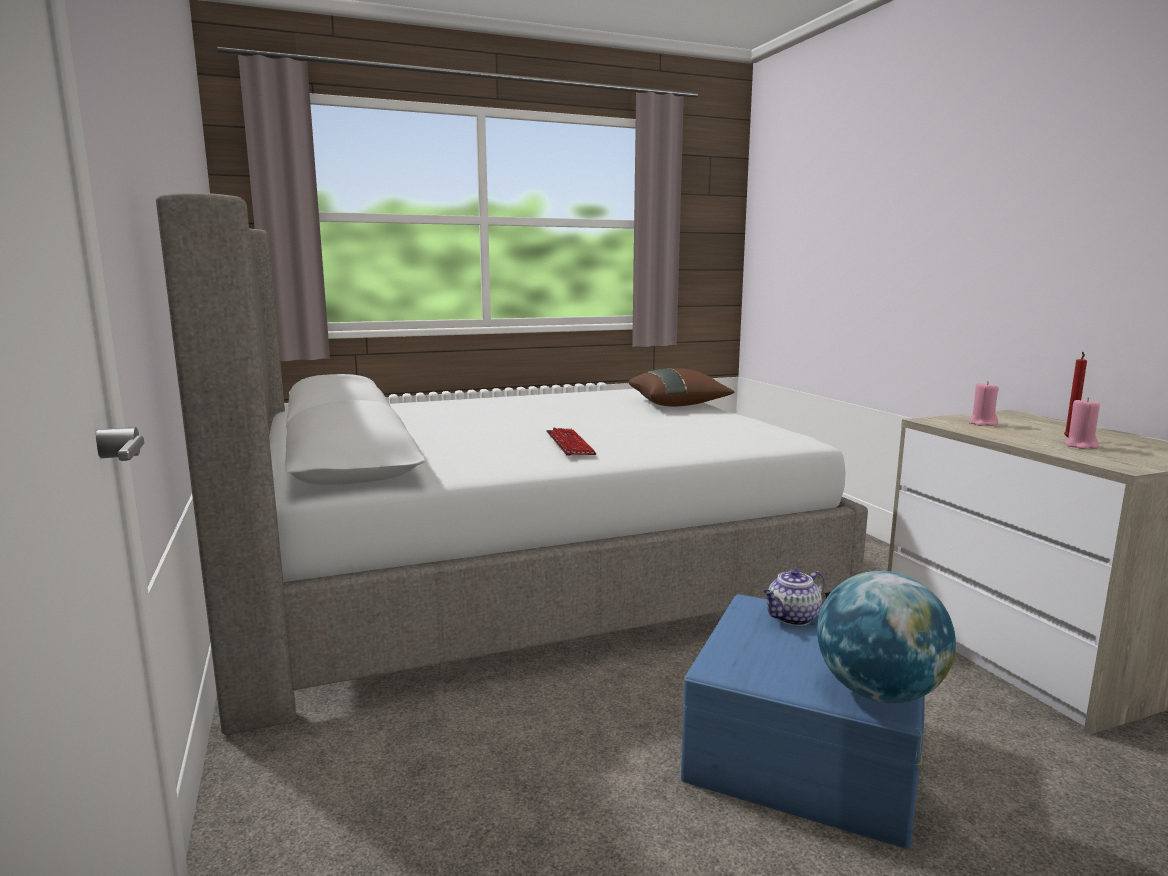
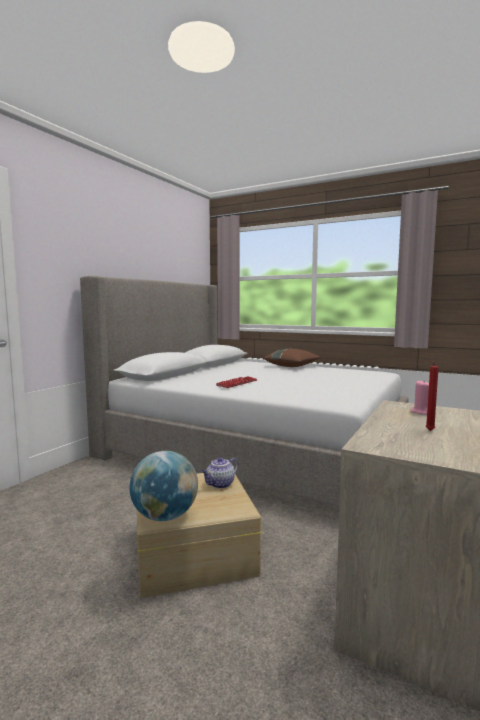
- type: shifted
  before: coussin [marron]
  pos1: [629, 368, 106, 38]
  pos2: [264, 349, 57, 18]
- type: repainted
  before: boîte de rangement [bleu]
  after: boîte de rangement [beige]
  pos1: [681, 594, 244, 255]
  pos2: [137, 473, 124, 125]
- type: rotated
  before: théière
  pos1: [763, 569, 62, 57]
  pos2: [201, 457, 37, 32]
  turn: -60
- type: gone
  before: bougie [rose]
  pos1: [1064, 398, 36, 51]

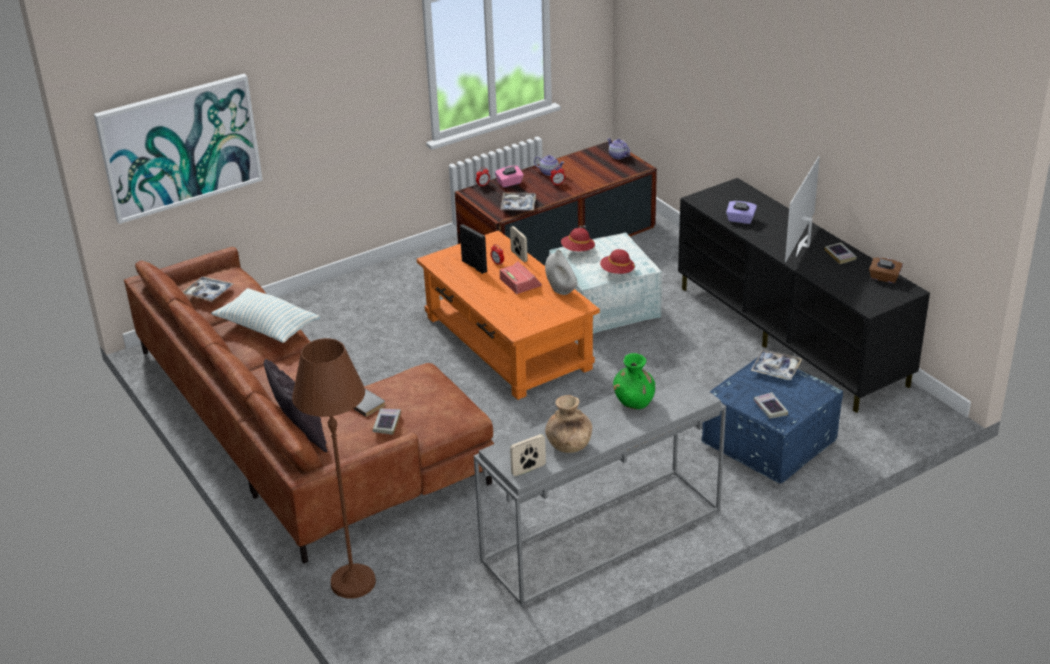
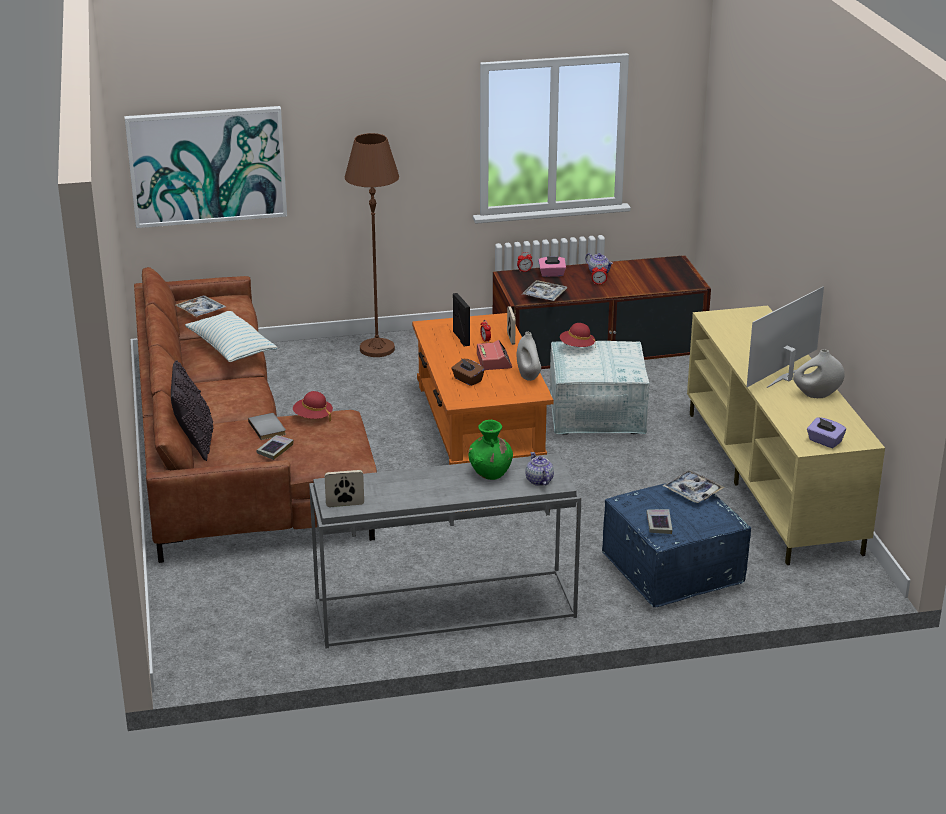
- type: shifted
  before: lampadaire [marron]
  pos1: [292, 338, 84, 261]
  pos2: [345, 133, 54, 224]
- type: gone
  before: vase [marron]
  pos1: [545, 395, 47, 58]
- type: shifted
  before: chapeau [rouge]
  pos1: [600, 249, 35, 25]
  pos2: [293, 391, 40, 31]
- type: shifted
  before: théière
  pos1: [607, 138, 23, 21]
  pos2: [525, 452, 29, 34]
- type: repainted
  before: meuble télé [noir]
  after: meuble télé [beige]
  pos1: [678, 178, 252, 235]
  pos2: [687, 306, 198, 259]
- type: shifted
  before: boîte à mouchoirs [violet]
  pos1: [726, 201, 31, 23]
  pos2: [807, 417, 39, 31]
- type: swapped
  before: livre
  after: vase [blanc]
  pos1: [825, 243, 32, 21]
  pos2: [793, 349, 52, 49]
- type: shifted
  before: boîte à mouchoirs [marron]
  pos1: [869, 257, 34, 26]
  pos2: [451, 358, 34, 28]

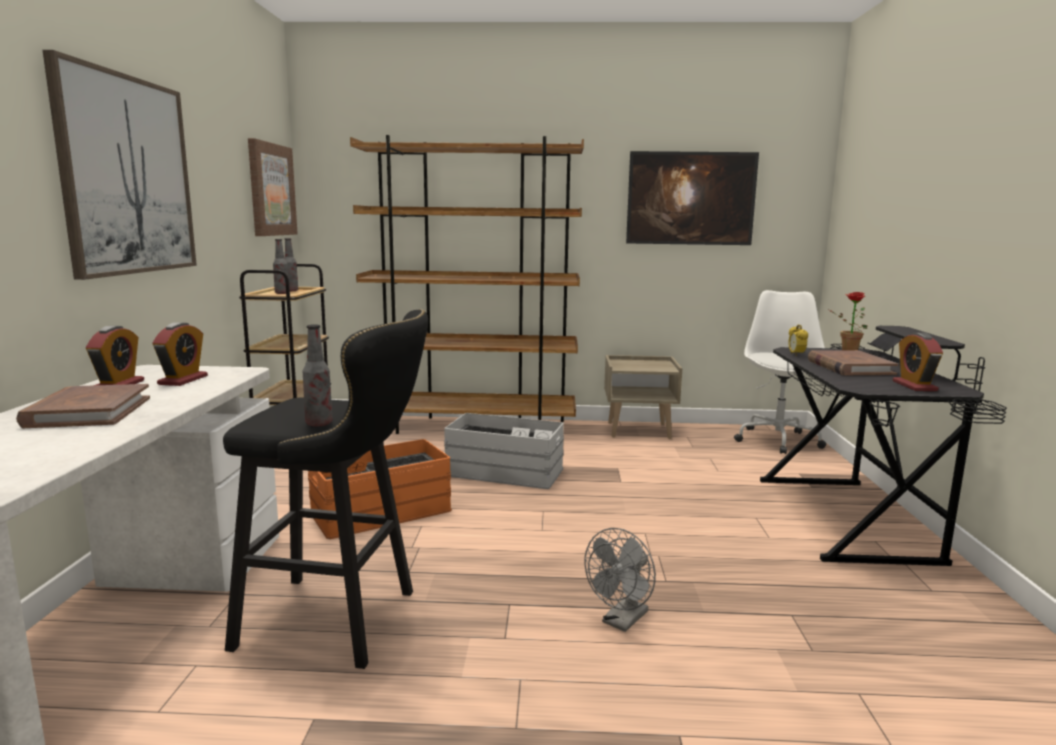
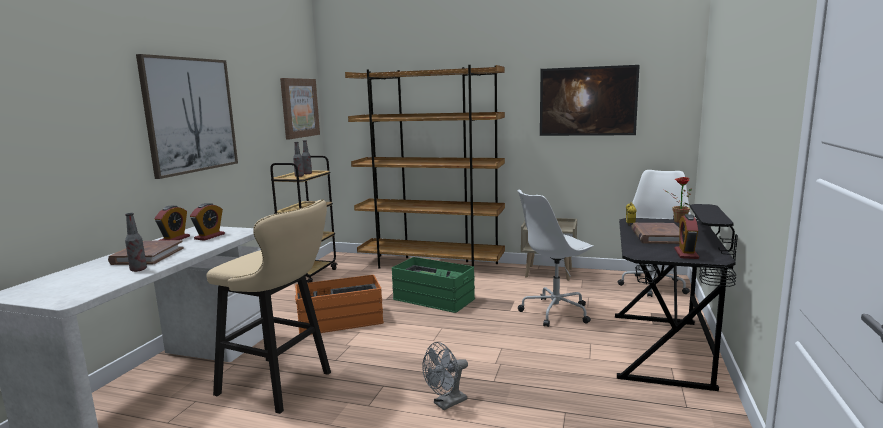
- type: repainted
  before: tabouret [noir]
  after: tabouret [beige]
  pos1: [223, 309, 205, 360]
  pos2: [206, 199, 125, 215]
- type: shifted
  before: bouteille
  pos1: [303, 324, 30, 103]
  pos2: [125, 213, 22, 59]
- type: repainted
  before: boîte de rangement [gris]
  after: boîte de rangement [vert]
  pos1: [444, 413, 120, 76]
  pos2: [392, 257, 83, 56]
- type: new
  after: chaise de bureau [blanc]
  pos2: [517, 190, 76, 137]

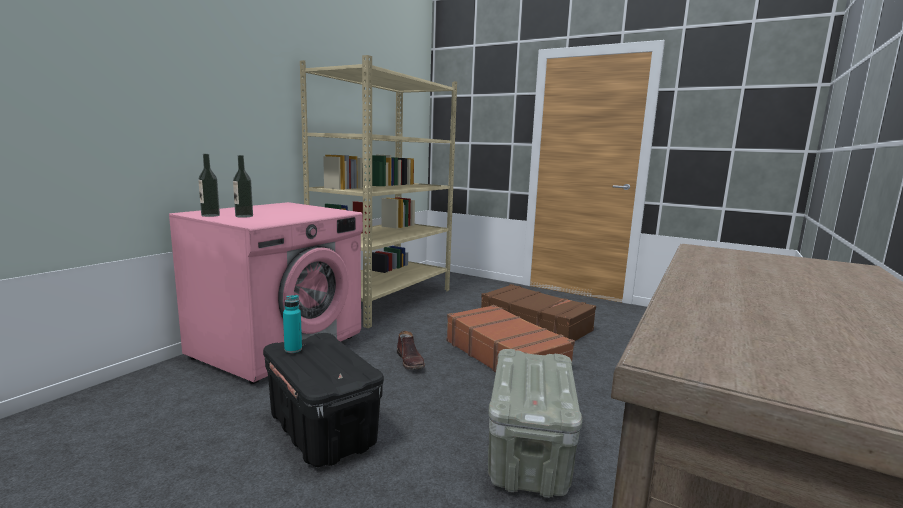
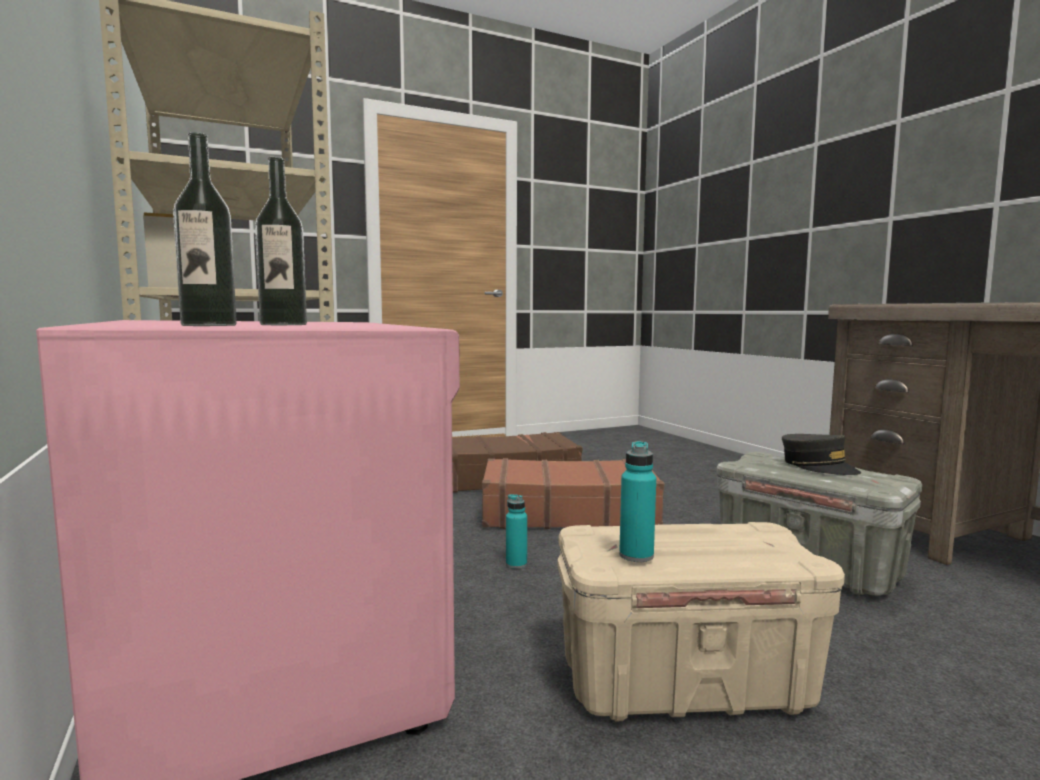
- type: repainted
  before: boîte de rangement [noir]
  after: boîte de rangement [beige]
  pos1: [263, 333, 121, 134]
  pos2: [557, 522, 288, 199]
- type: swapped
  before: botte [marron]
  after: bouteille [turquoise]
  pos1: [397, 331, 28, 38]
  pos2: [506, 494, 21, 75]
- type: new
  after: casquette [gris]
  pos2: [782, 434, 79, 41]

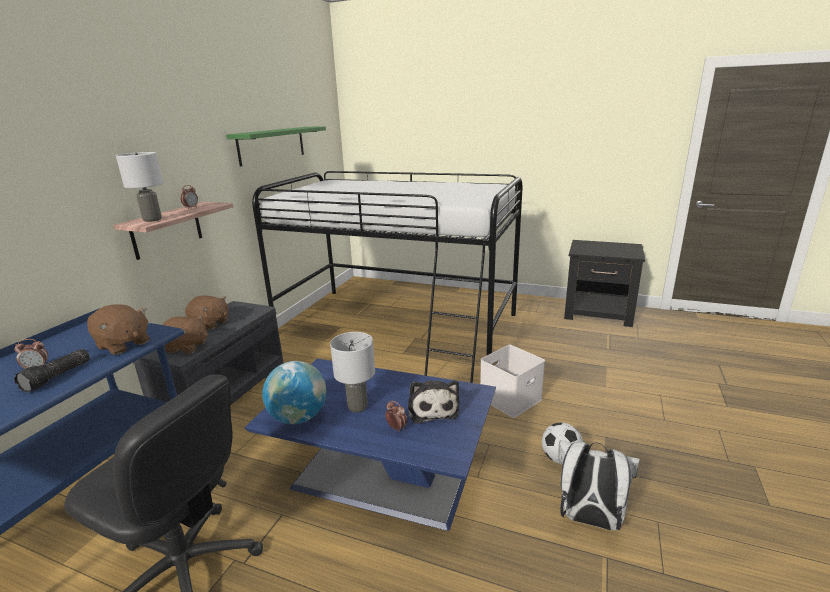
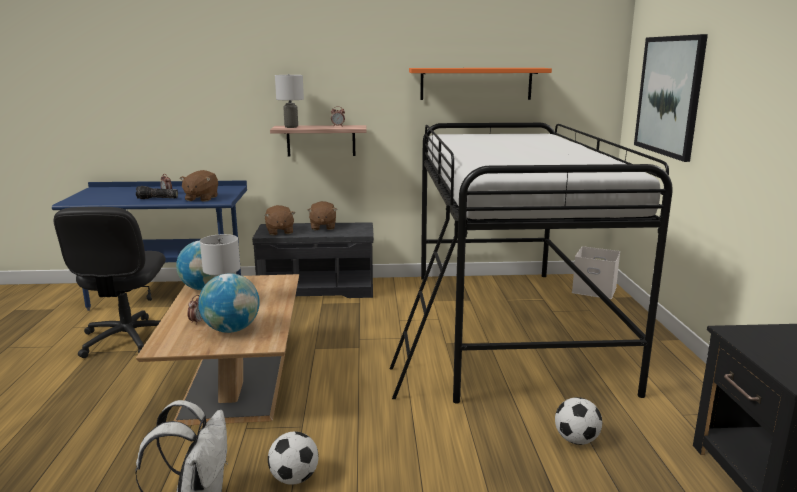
- type: repainted
  before: étagère [vert]
  after: étagère [orange]
  pos1: [226, 126, 100, 40]
  pos2: [409, 68, 143, 32]
- type: repainted
  before: table basse [bleu]
  after: table basse [marron]
  pos1: [245, 359, 251, 172]
  pos2: [136, 274, 163, 151]
- type: swapped
  before: peluche
  after: globe
  pos1: [408, 380, 51, 44]
  pos2: [198, 273, 62, 60]
- type: shifted
  before: boîte de rangement [blanc]
  pos1: [480, 345, 65, 73]
  pos2: [572, 246, 48, 53]
- type: new
  after: ballon de foot
  pos2: [555, 397, 47, 48]
- type: new
  after: tableau
  pos2: [634, 34, 74, 128]

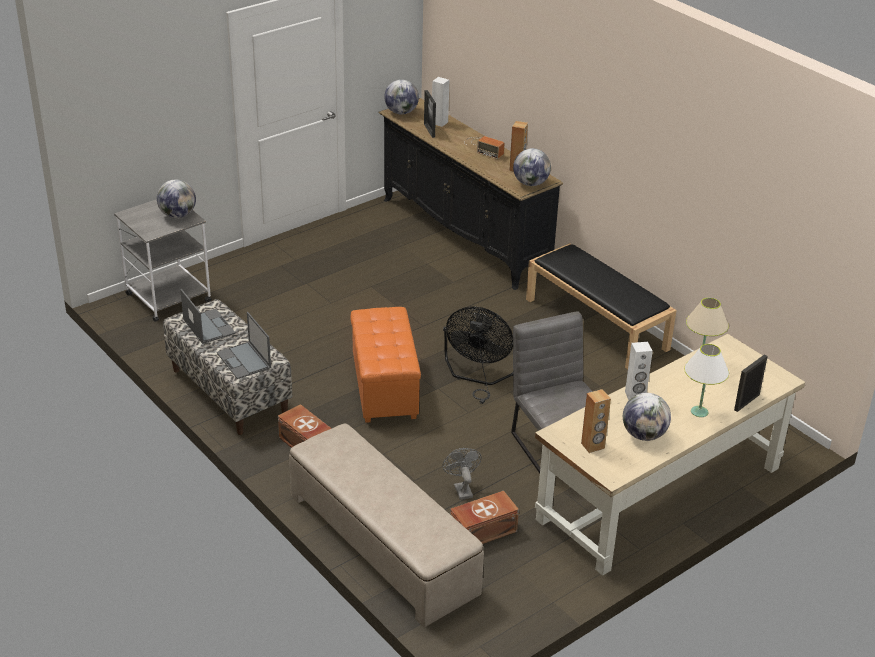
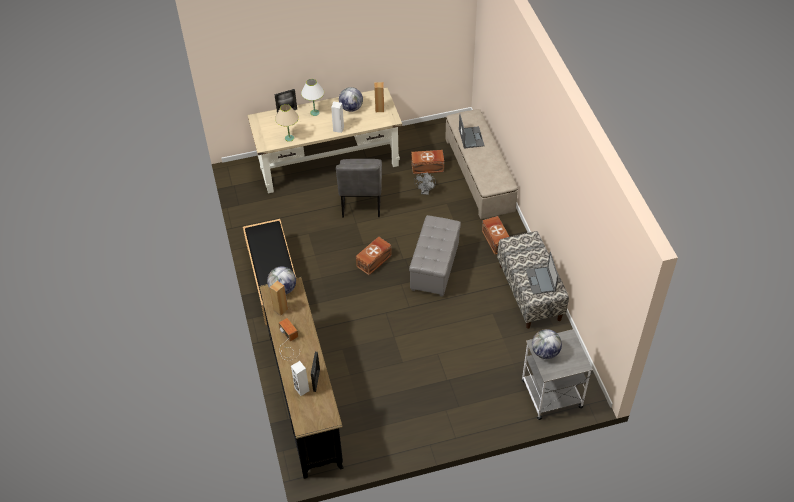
- type: shifted
  before: ordinateur portable
  pos1: [217, 312, 54, 67]
  pos2: [459, 114, 26, 35]
- type: repainted
  before: pouf [orange]
  after: pouf [gris]
  pos1: [350, 307, 71, 116]
  pos2: [409, 215, 52, 82]
- type: gone
  before: globe
  pos1: [384, 79, 35, 35]
- type: swapped
  before: ventilateur [noir]
  after: boîte de rangement [marron]
  pos1: [443, 307, 70, 97]
  pos2: [356, 237, 36, 38]

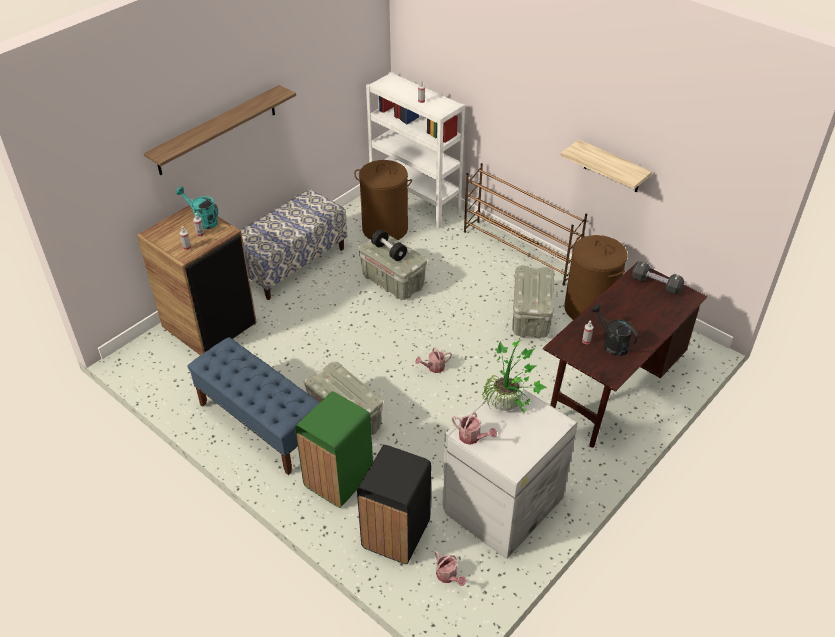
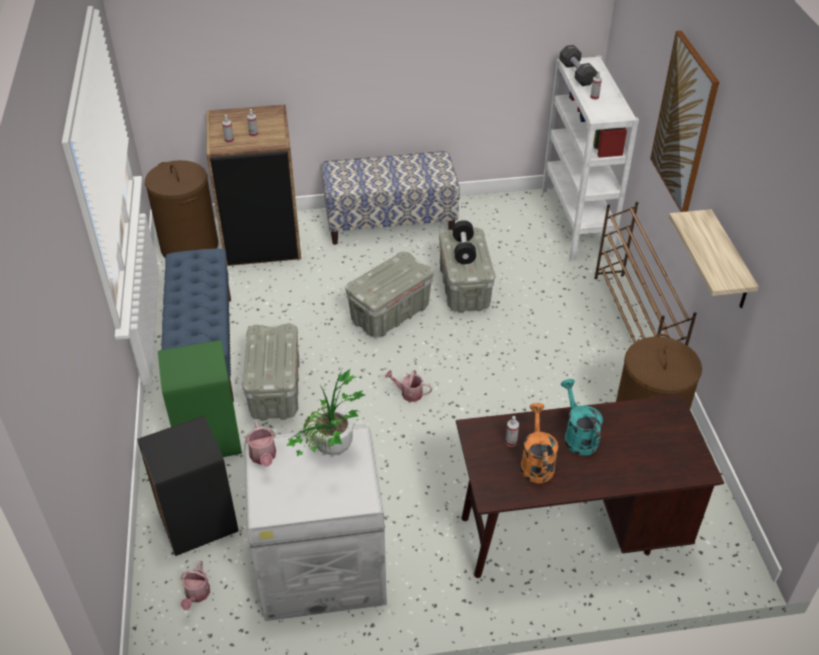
- type: gone
  before: étagère
  pos1: [144, 85, 152, 90]
- type: shifted
  before: arrosoir [turquoise]
  pos1: [176, 186, 42, 43]
  pos2: [561, 379, 42, 77]
- type: shifted
  before: panier à linge [marron]
  pos1: [354, 160, 58, 80]
  pos2: [145, 160, 73, 98]
- type: shifted
  before: boîte de rangement [gris]
  pos1: [512, 265, 43, 74]
  pos2: [345, 251, 88, 87]
- type: repainted
  before: arrosoir [noir]
  after: arrosoir [orange]
  pos1: [591, 304, 47, 52]
  pos2: [520, 403, 38, 80]
- type: shifted
  before: haltère [noir]
  pos1: [632, 261, 52, 34]
  pos2: [559, 45, 38, 41]
- type: new
  after: tableau
  pos2: [650, 31, 69, 181]

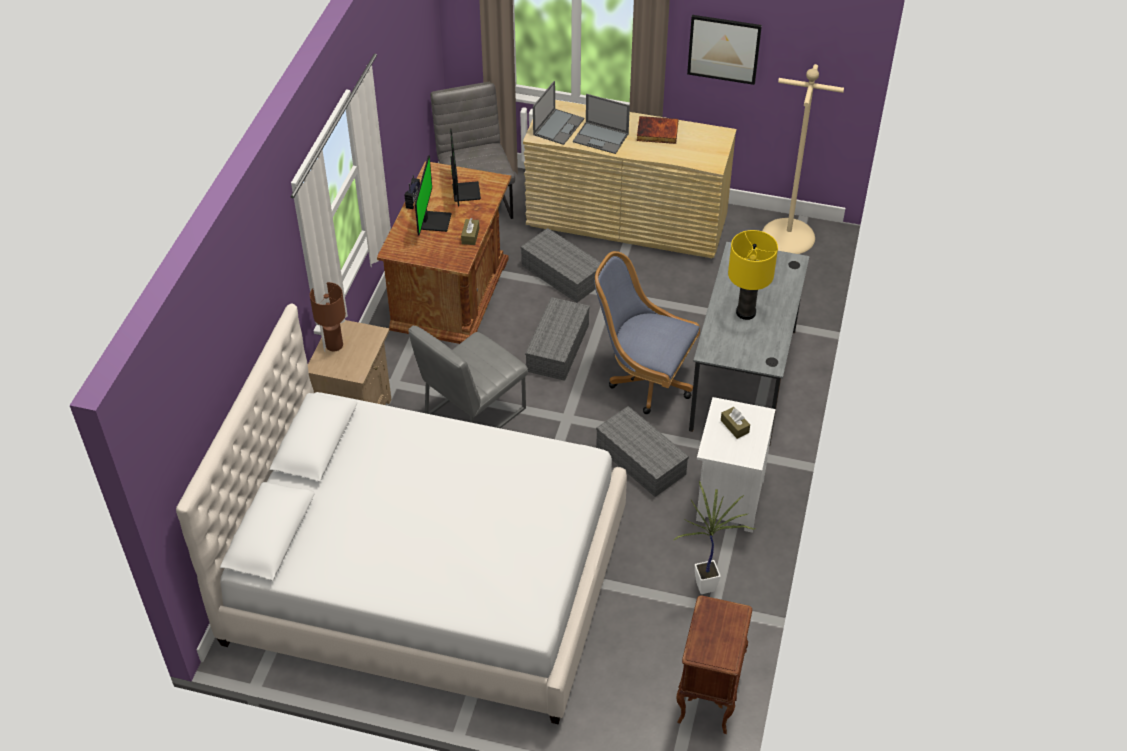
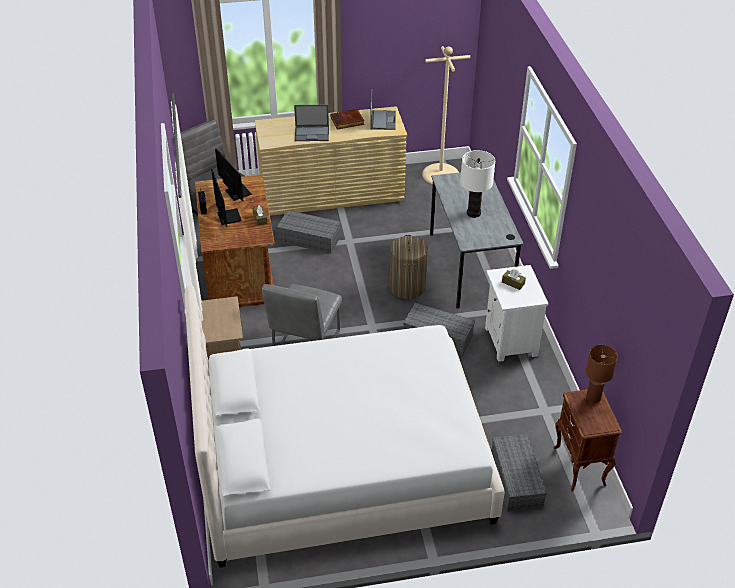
- type: shifted
  before: lampe de table [marron]
  pos1: [310, 282, 36, 70]
  pos2: [586, 345, 32, 58]
- type: shifted
  before: boîte de rangement [gris]
  pos1: [525, 297, 65, 84]
  pos2: [491, 434, 56, 78]
- type: shifted
  before: ordinateur portable
  pos1: [533, 81, 51, 64]
  pos2: [371, 89, 25, 41]
- type: swapped
  before: chaise de bureau [bleu]
  after: panier à linge
  pos1: [595, 251, 105, 163]
  pos2: [390, 235, 38, 64]
- type: gone
  before: plante en pot
  pos1: [673, 480, 83, 114]
- type: gone
  before: tableau
  pos1: [687, 15, 75, 70]
- type: repainted
  before: lampe de table [jaune]
  after: lampe de table [blanc]
  pos1: [728, 230, 50, 90]
  pos2: [460, 150, 35, 68]

